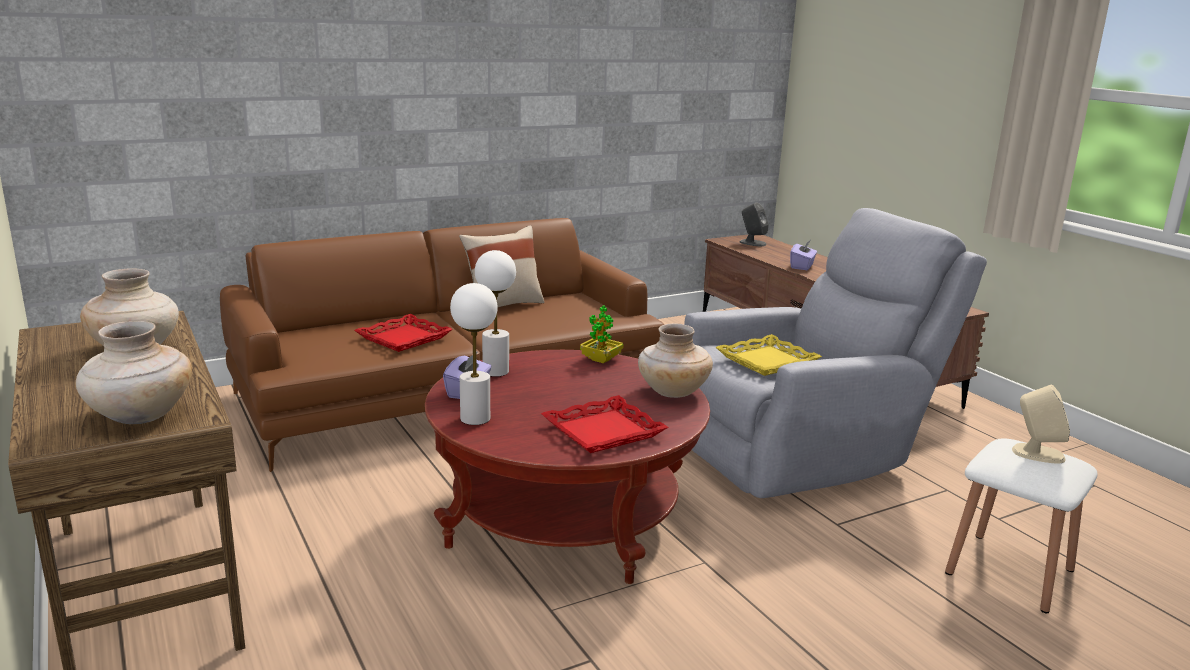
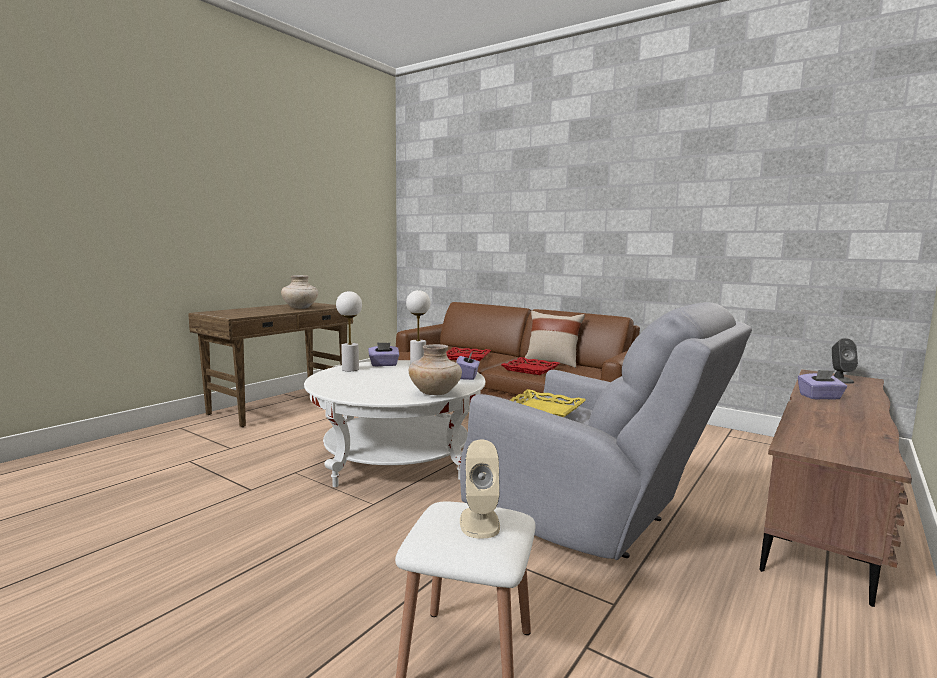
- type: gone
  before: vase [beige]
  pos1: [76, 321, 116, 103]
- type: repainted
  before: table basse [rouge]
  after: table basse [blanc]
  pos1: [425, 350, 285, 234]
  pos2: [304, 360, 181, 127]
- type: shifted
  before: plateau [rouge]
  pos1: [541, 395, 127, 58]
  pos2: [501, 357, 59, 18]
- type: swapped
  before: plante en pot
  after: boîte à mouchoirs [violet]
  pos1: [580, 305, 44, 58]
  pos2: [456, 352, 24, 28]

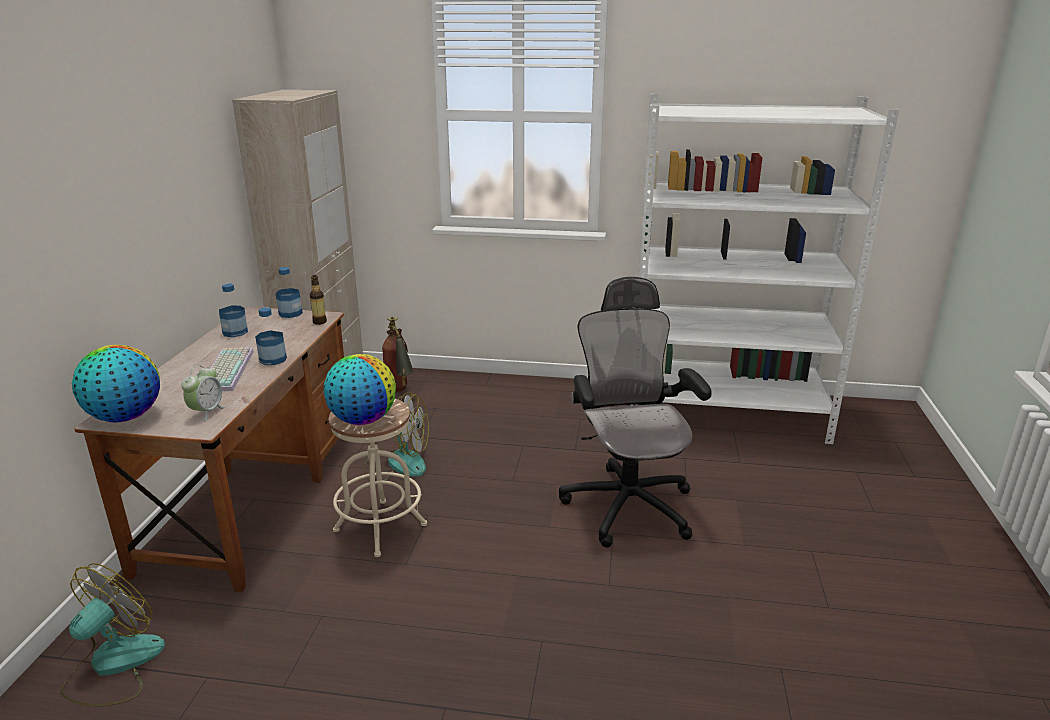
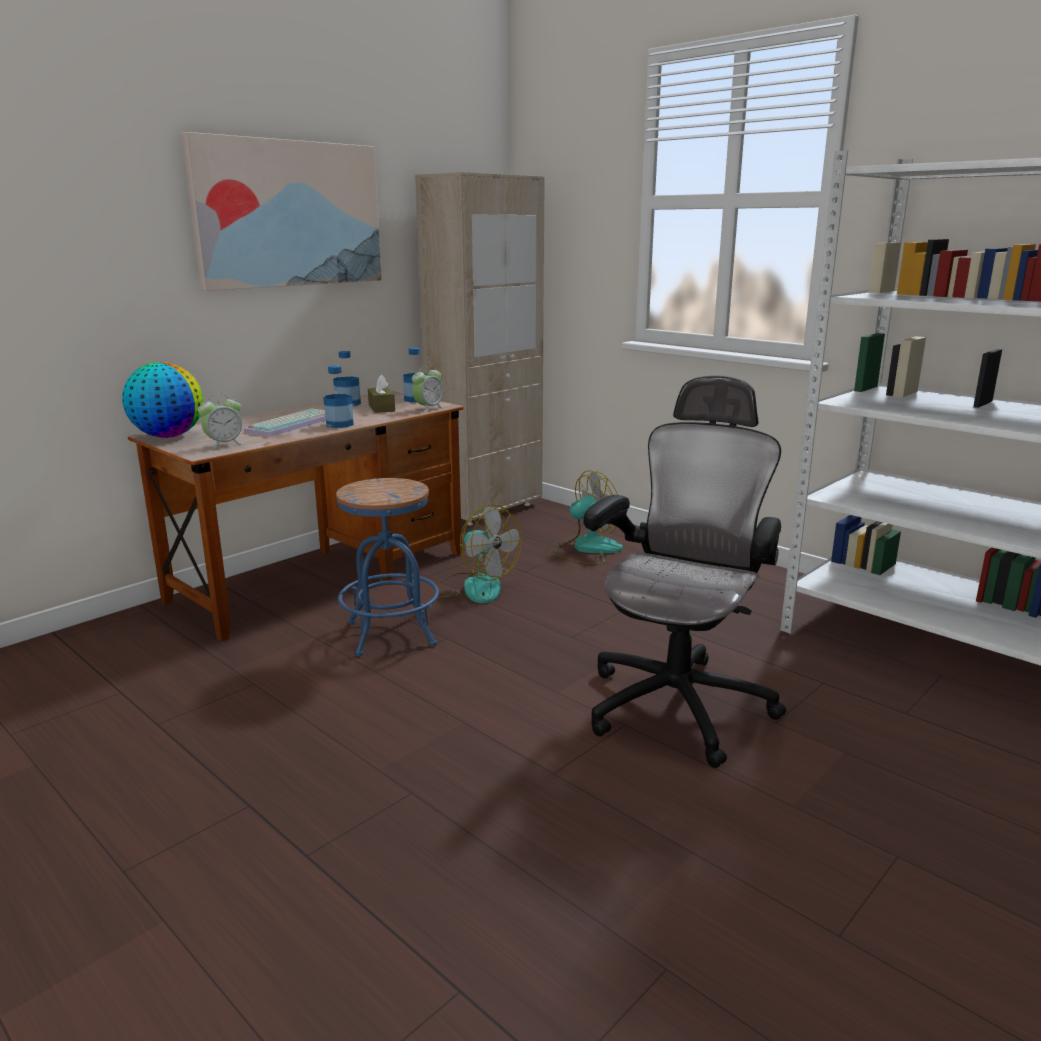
- type: shifted
  before: ventilateur
  pos1: [61, 563, 104, 144]
  pos2: [554, 470, 69, 95]
- type: swapped
  before: bouteille
  after: réveil
  pos1: [310, 275, 17, 50]
  pos2: [412, 365, 33, 47]
- type: gone
  before: globe
  pos1: [324, 354, 72, 71]
- type: repainted
  before: tabouret [beige]
  after: tabouret [bleu]
  pos1: [329, 399, 98, 158]
  pos2: [336, 478, 103, 178]
- type: gone
  before: extincteur
  pos1: [382, 317, 32, 75]
- type: new
  after: tableau
  pos2: [181, 132, 201, 159]
- type: new
  after: boîte à mouchoirs [marron]
  pos2: [368, 374, 27, 39]

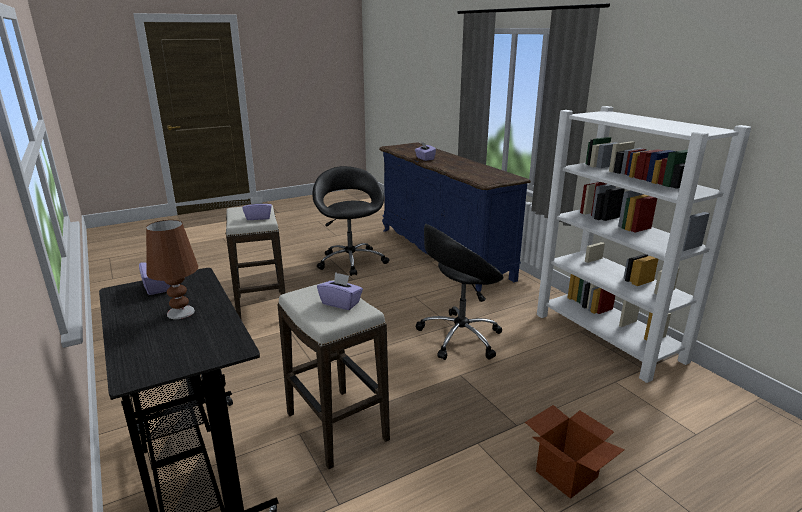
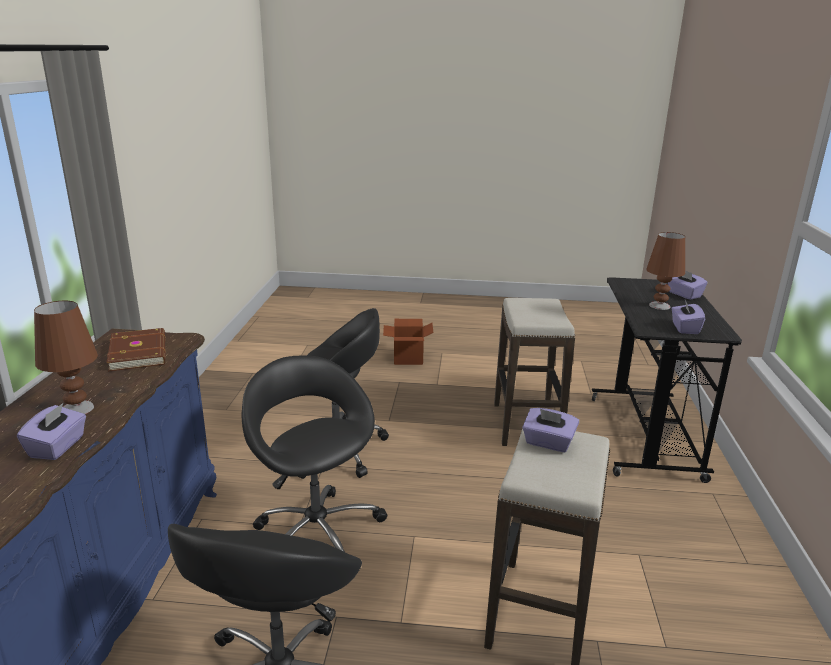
- type: shifted
  before: boîte à mouchoirs [violet]
  pos1: [317, 272, 46, 38]
  pos2: [668, 271, 40, 29]
- type: gone
  before: bibliothèque [blanc]
  pos1: [537, 106, 214, 277]
- type: new
  after: lampe de table [marron]
  pos2: [34, 301, 64, 113]
- type: new
  after: livre [marron]
  pos2: [107, 328, 59, 44]
- type: new
  after: chaise de bureau [noir]
  pos2: [242, 356, 145, 196]

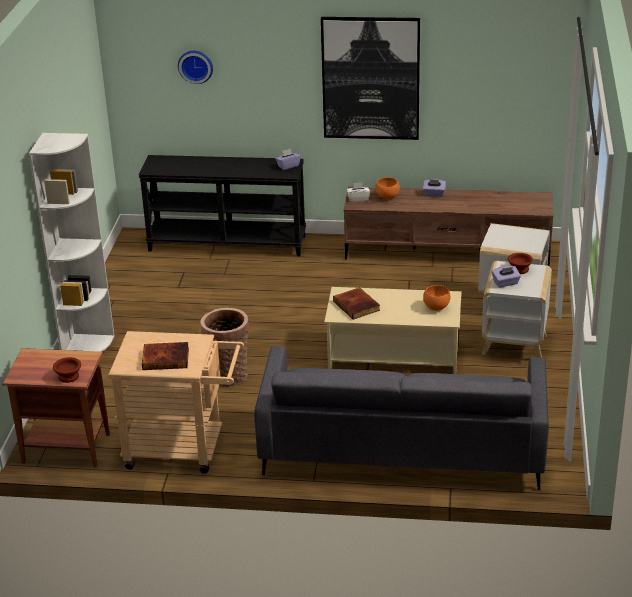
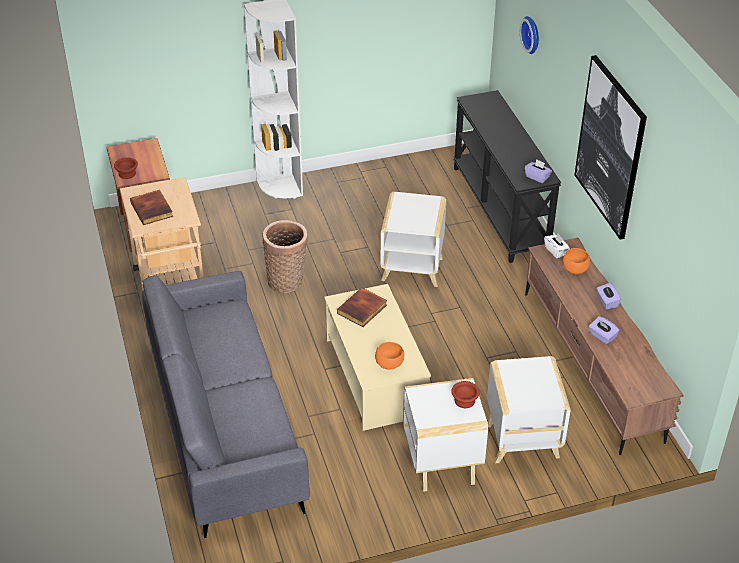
- type: shifted
  before: boîte à mouchoirs [violet]
  pos1: [492, 266, 29, 22]
  pos2: [589, 316, 31, 28]
- type: new
  after: table d'appoint [blanc]
  pos2: [380, 192, 66, 95]

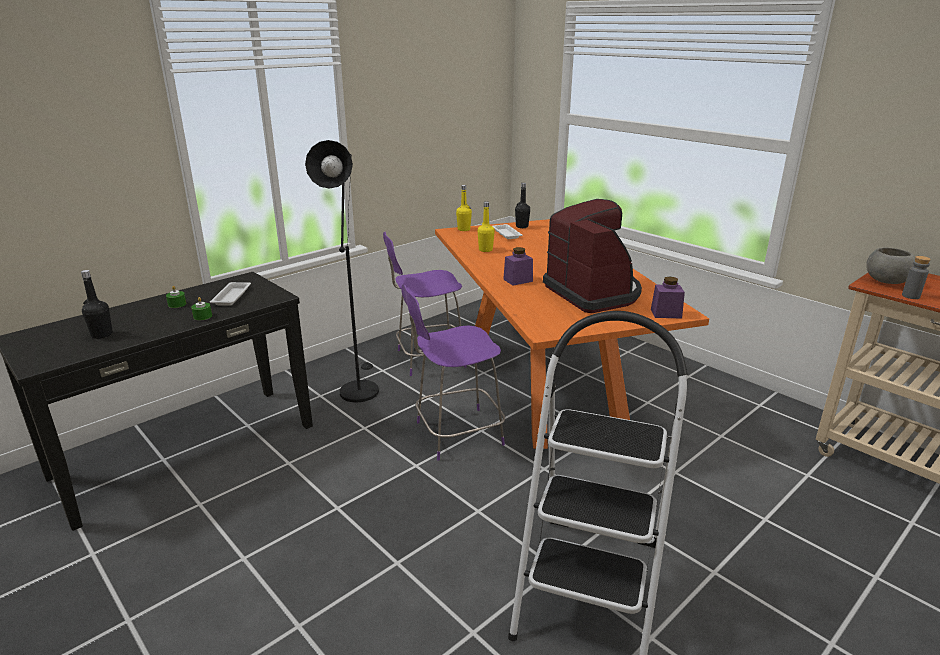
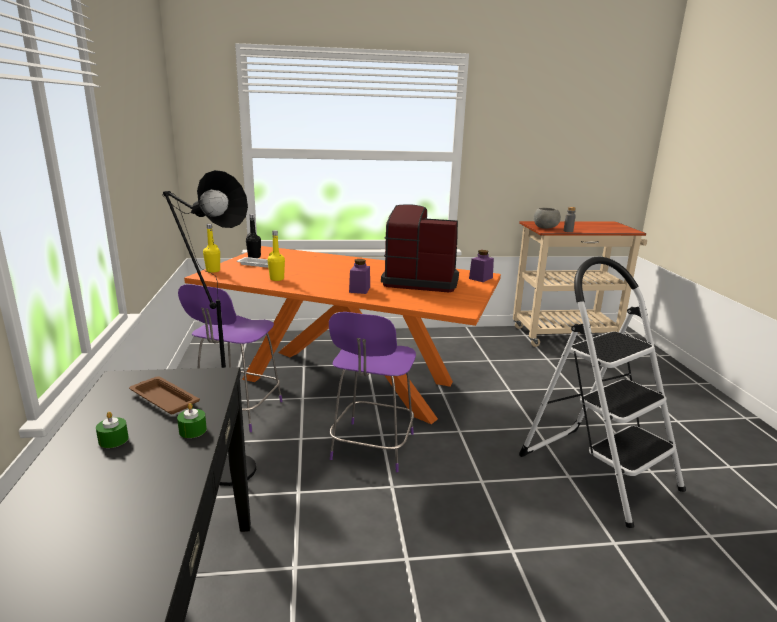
- type: gone
  before: bouteille [noir]
  pos1: [81, 270, 32, 69]
- type: repainted
  before: plateau [blanc]
  after: plateau [marron]
  pos1: [210, 282, 41, 24]
  pos2: [129, 376, 71, 38]

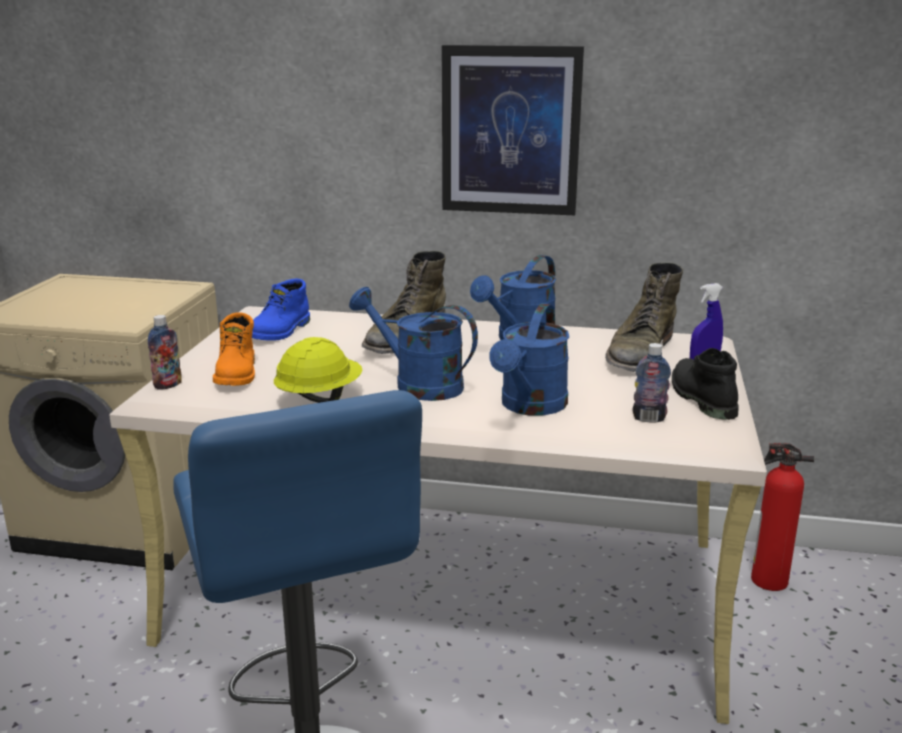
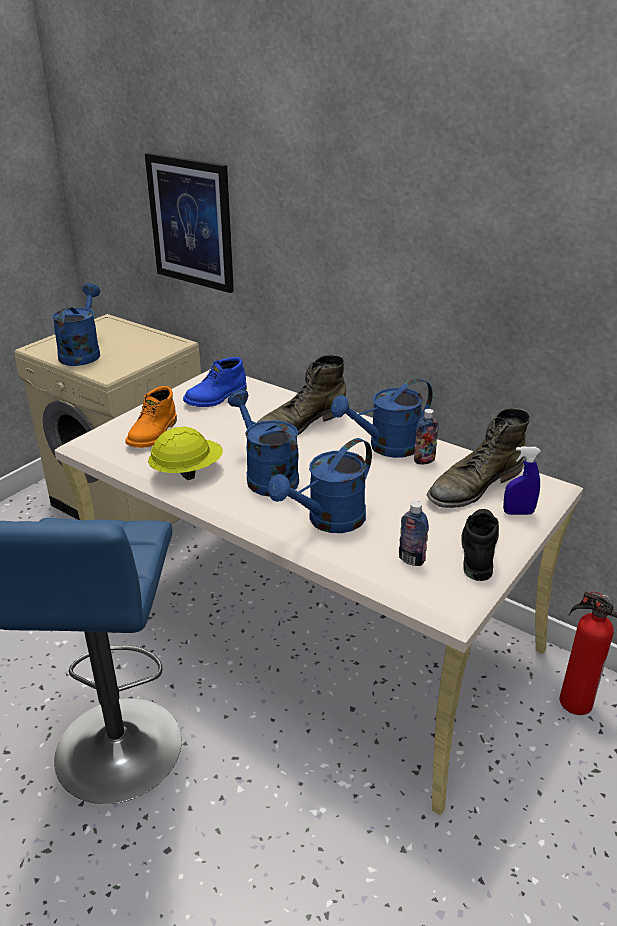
- type: shifted
  before: bouteille
  pos1: [148, 315, 34, 75]
  pos2: [414, 409, 25, 55]
- type: shifted
  before: tableau
  pos1: [442, 45, 142, 170]
  pos2: [145, 153, 89, 140]
- type: new
  after: arrosoir [bleu]
  pos2: [52, 283, 48, 83]

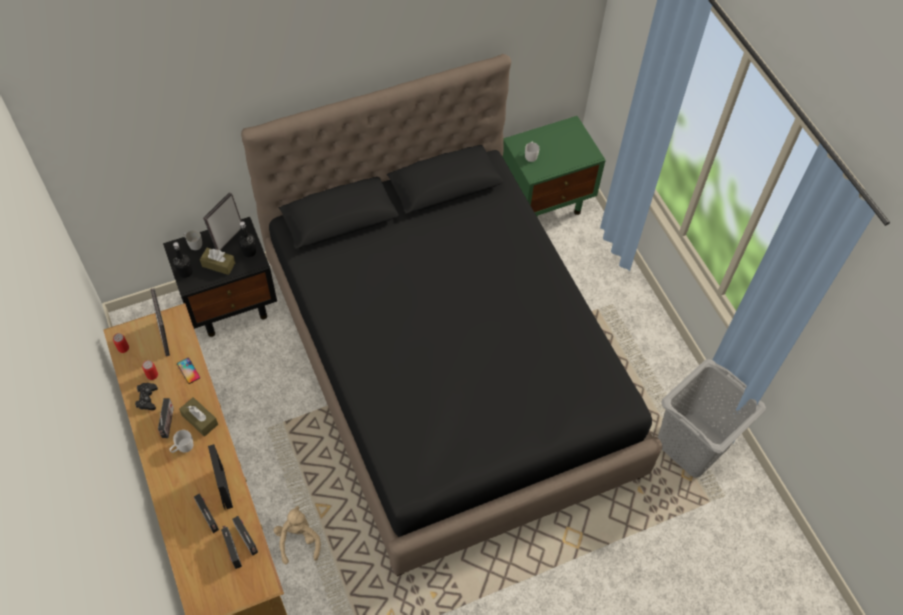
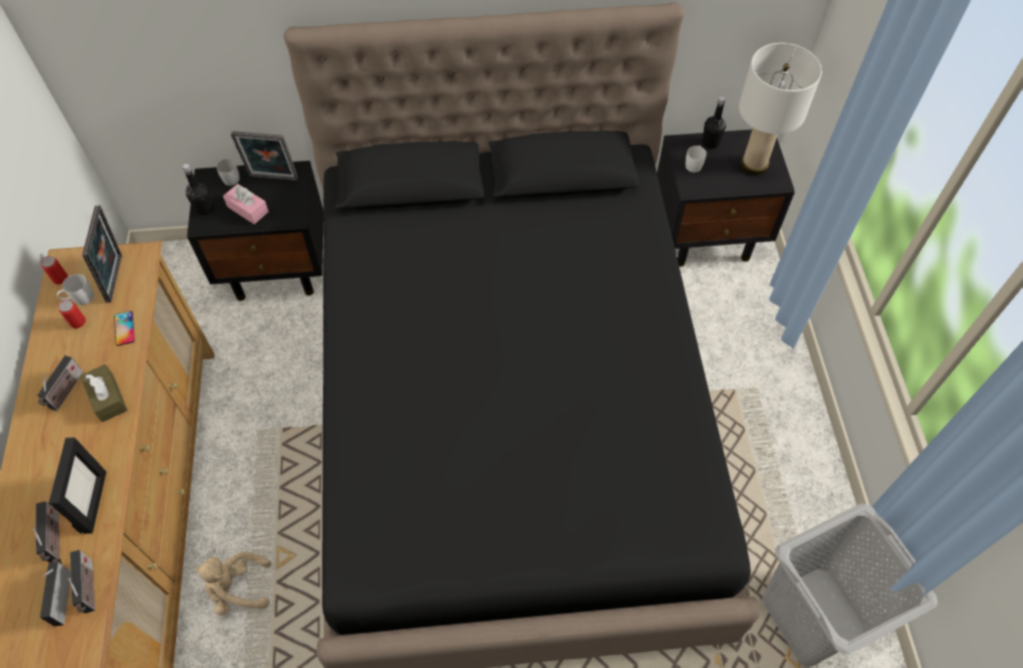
- type: gone
  before: manette [noir]
  pos1: [135, 383, 23, 27]
- type: shifted
  before: mug [blanc]
  pos1: [169, 430, 24, 23]
  pos2: [57, 274, 37, 31]
- type: repainted
  before: boîte à mouchoirs [marron]
  after: boîte à mouchoirs [rose]
  pos1: [200, 248, 35, 27]
  pos2: [223, 184, 46, 40]
- type: rotated
  before: cadre photo
  pos1: [203, 192, 39, 58]
  pos2: [231, 131, 67, 50]
  turn: -135
- type: shifted
  before: bouteille [noir]
  pos1: [238, 222, 18, 35]
  pos2: [702, 96, 24, 53]
- type: rotated
  before: peluche [beige]
  pos1: [273, 506, 48, 59]
  pos2: [195, 552, 76, 63]
  turn: -105
- type: repainted
  before: table de chevet [vert]
  after: table de chevet [noir]
  pos1: [503, 116, 103, 101]
  pos2: [657, 129, 138, 138]
- type: new
  after: lampe de table [blanc]
  pos2: [739, 43, 83, 132]

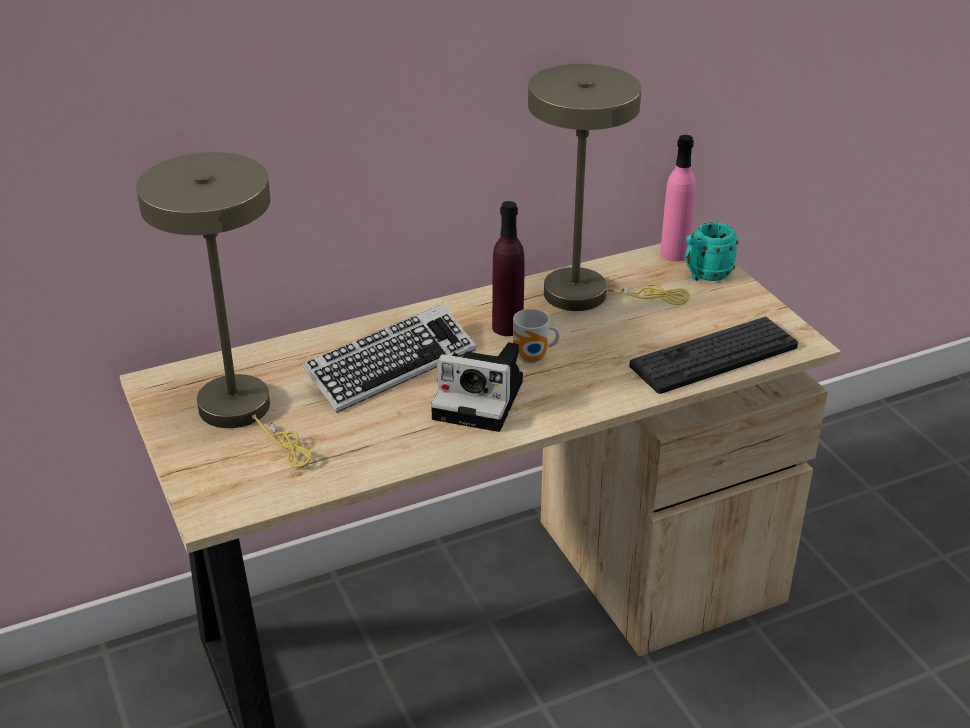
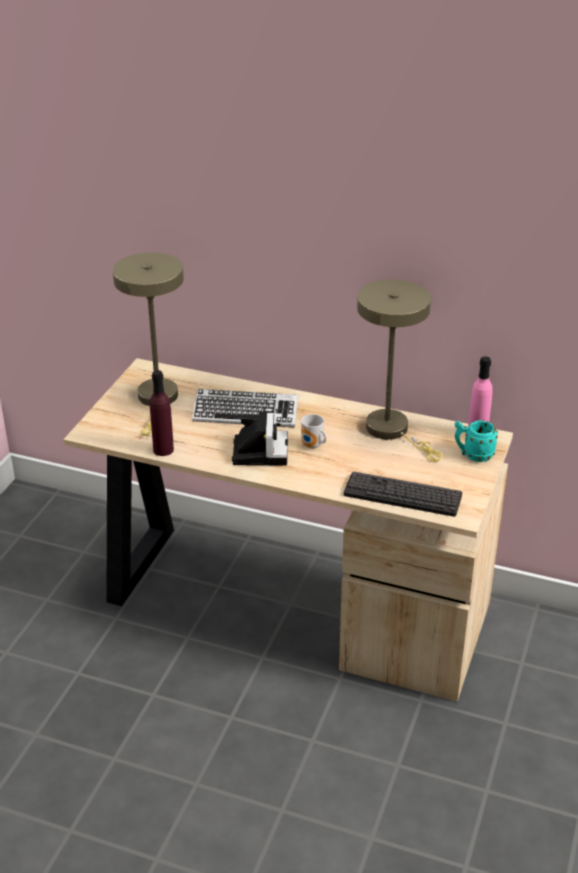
- type: rotated
  before: appareil photo
  pos1: [431, 342, 92, 90]
  pos2: [232, 413, 56, 53]
  turn: -150
- type: shifted
  before: bouteille [violet]
  pos1: [492, 201, 33, 135]
  pos2: [150, 370, 24, 86]

